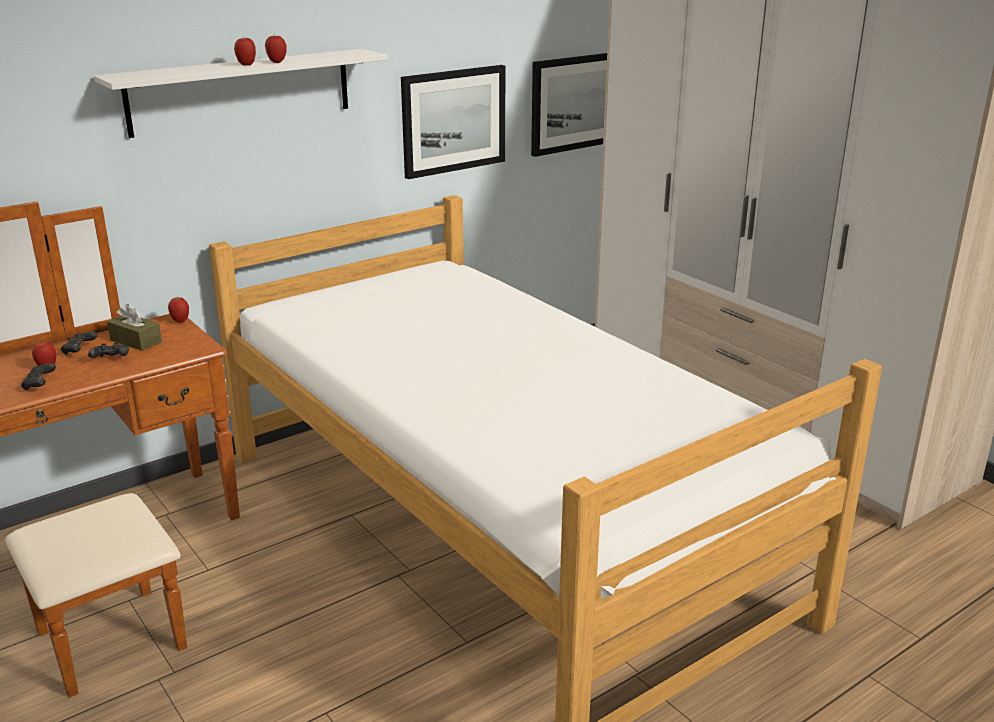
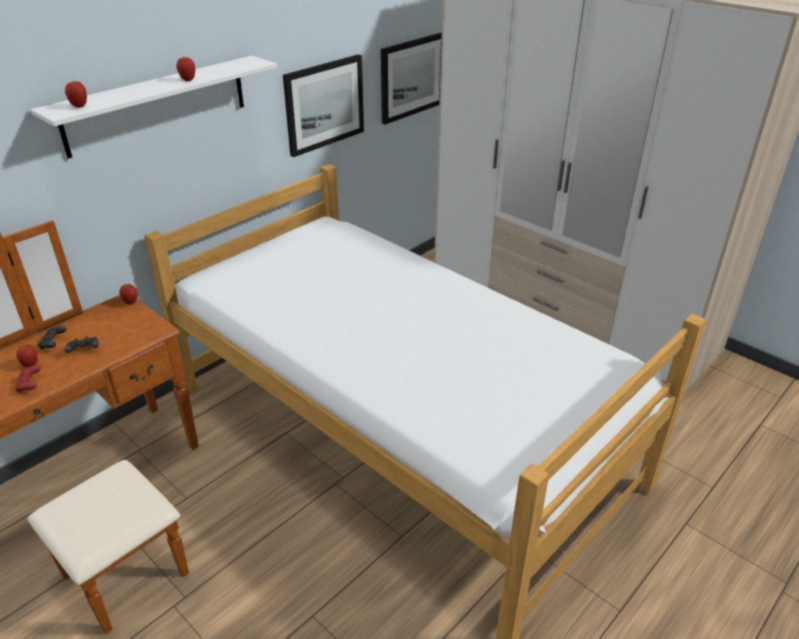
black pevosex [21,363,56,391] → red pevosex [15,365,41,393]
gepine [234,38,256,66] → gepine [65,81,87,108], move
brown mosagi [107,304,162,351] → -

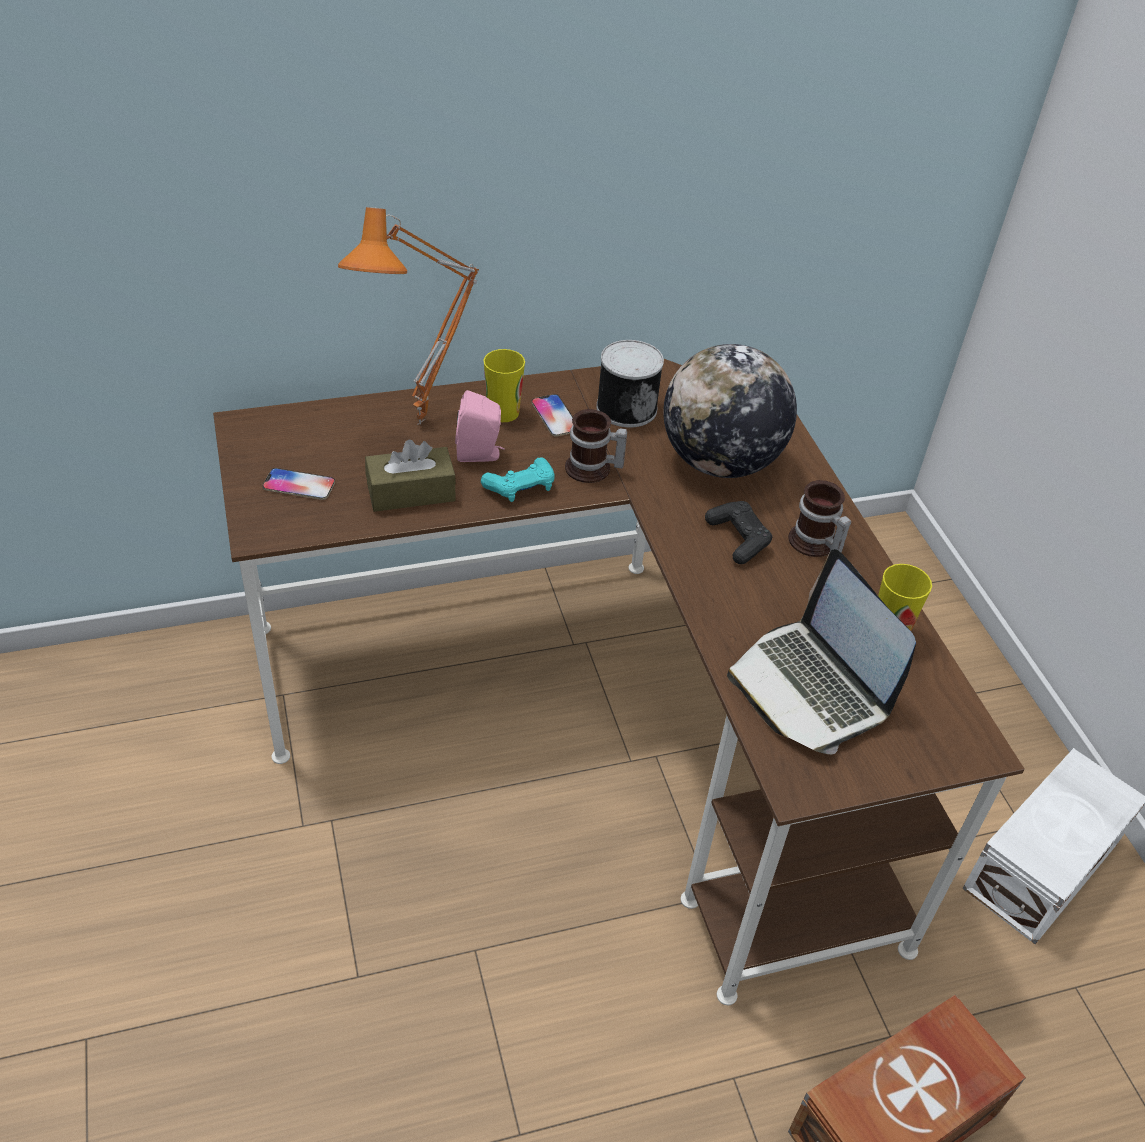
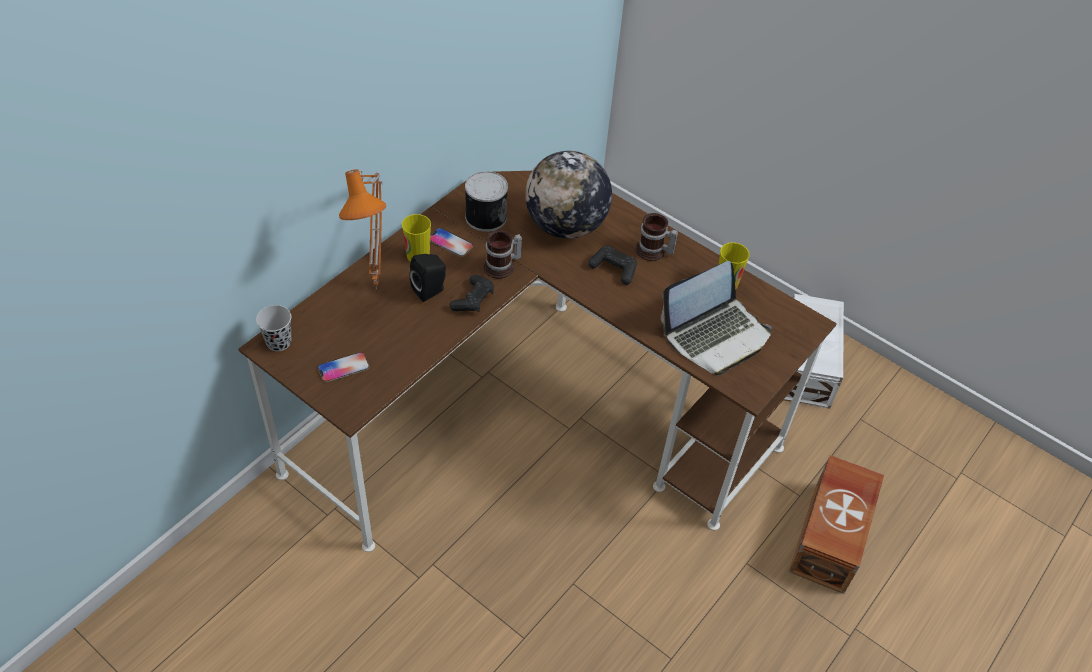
- → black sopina [256,305,291,351]
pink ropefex [455,390,505,462] → black ropefex [410,254,446,302]
turquoise pevosex [481,458,555,502] → black pevosex [449,275,494,312]
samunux [727,549,916,754] → samunux [661,261,772,375], 60 degrees counterclockwise
brown mosagi [365,439,456,512] → -

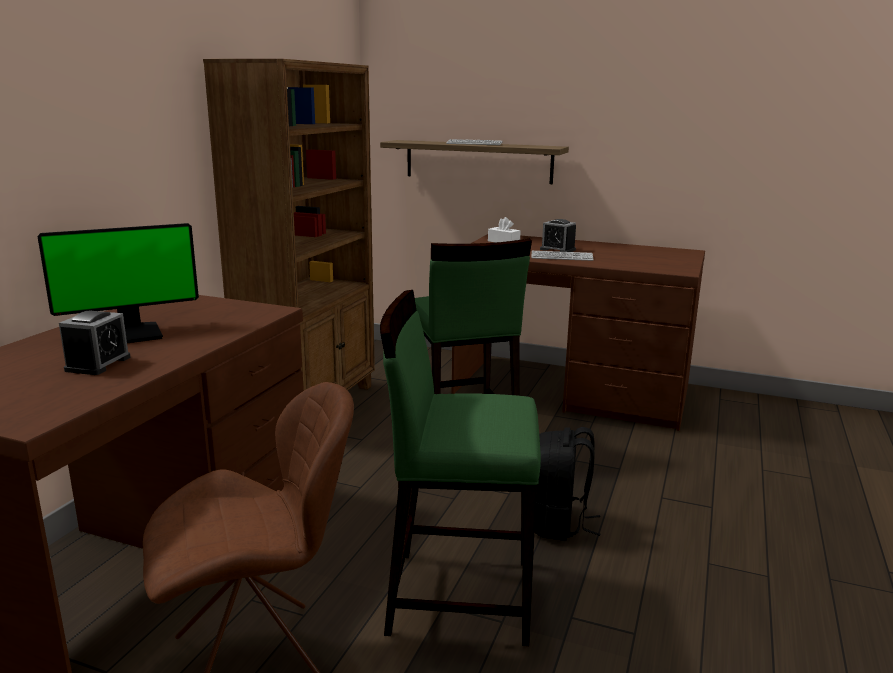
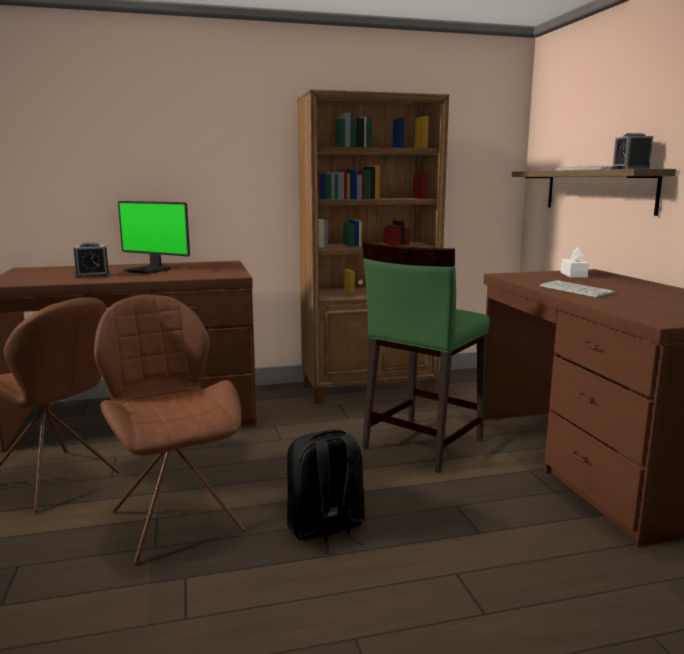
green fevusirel [380,290,541,646] → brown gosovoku [94,295,245,564]
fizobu [540,219,576,252] → fizobu [612,133,653,169], move

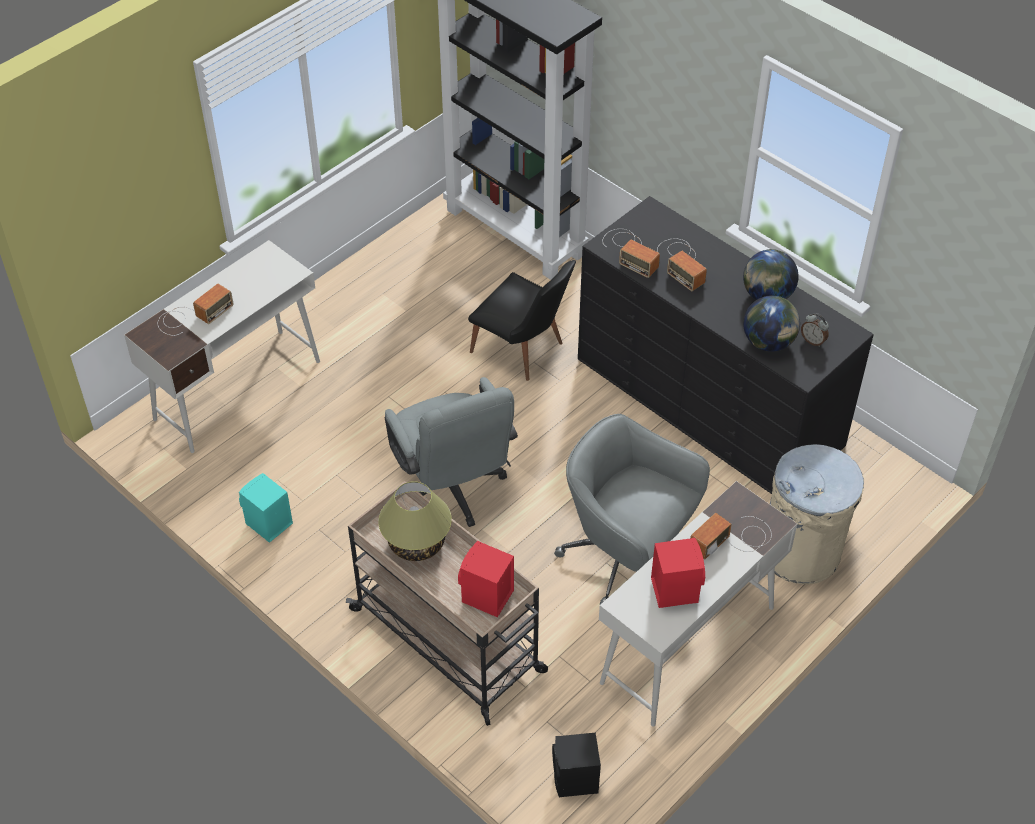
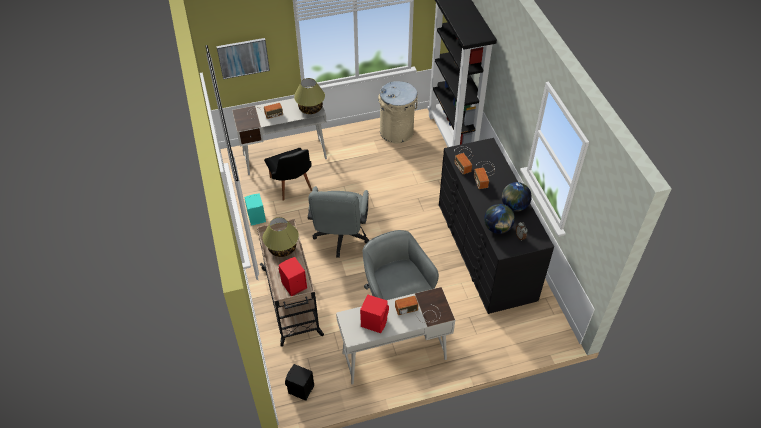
- → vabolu [216,38,270,79]
black gosovoku [468,260,576,381] → black gosovoku [264,148,312,201], move
- → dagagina [294,78,325,114]
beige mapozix [770,444,864,584] → beige mapozix [378,81,418,143], move

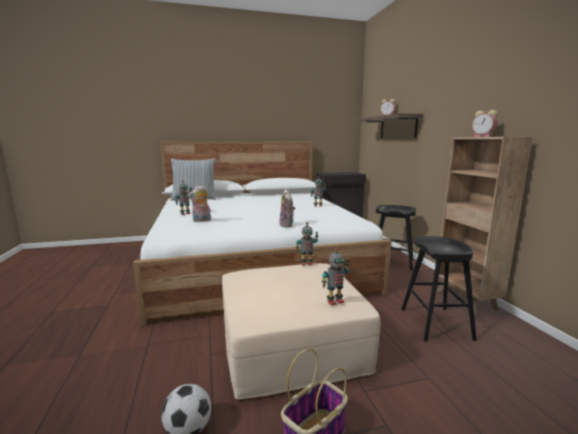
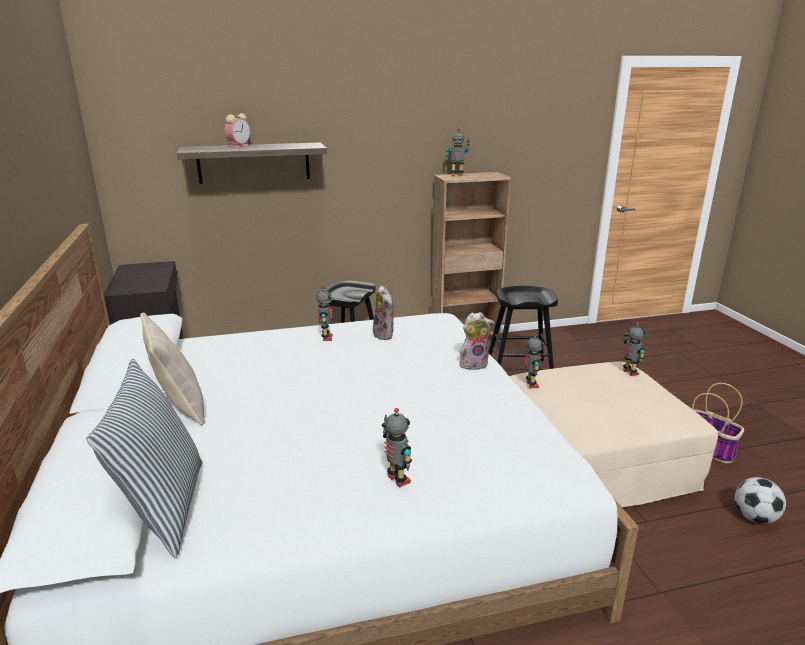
- → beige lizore [140,312,205,425]
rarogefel [188,185,211,222] → rarogefel [373,286,395,340], move
fizobu [472,110,498,137] → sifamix [446,129,470,176]

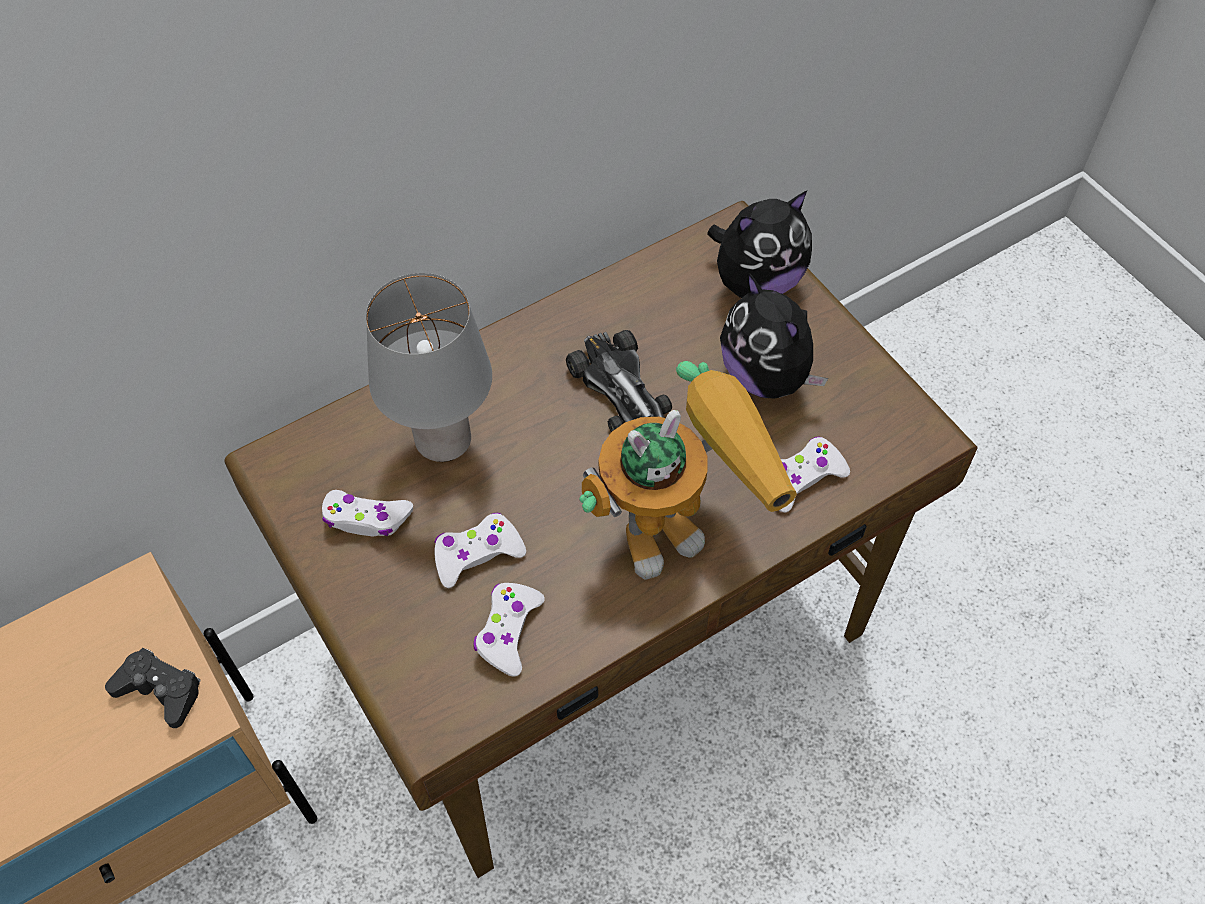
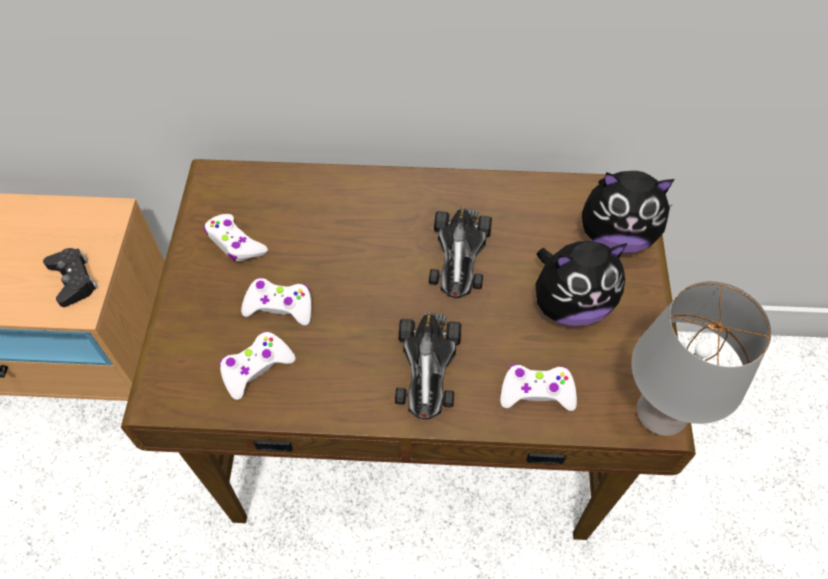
sifamix [580,361,797,580] → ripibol [395,312,461,419]
rarogefel [720,272,828,399] → rarogefel [535,241,628,326], 105 degrees counterclockwise
grey dagagina [366,273,492,462] → grey dagagina [631,281,772,436], move

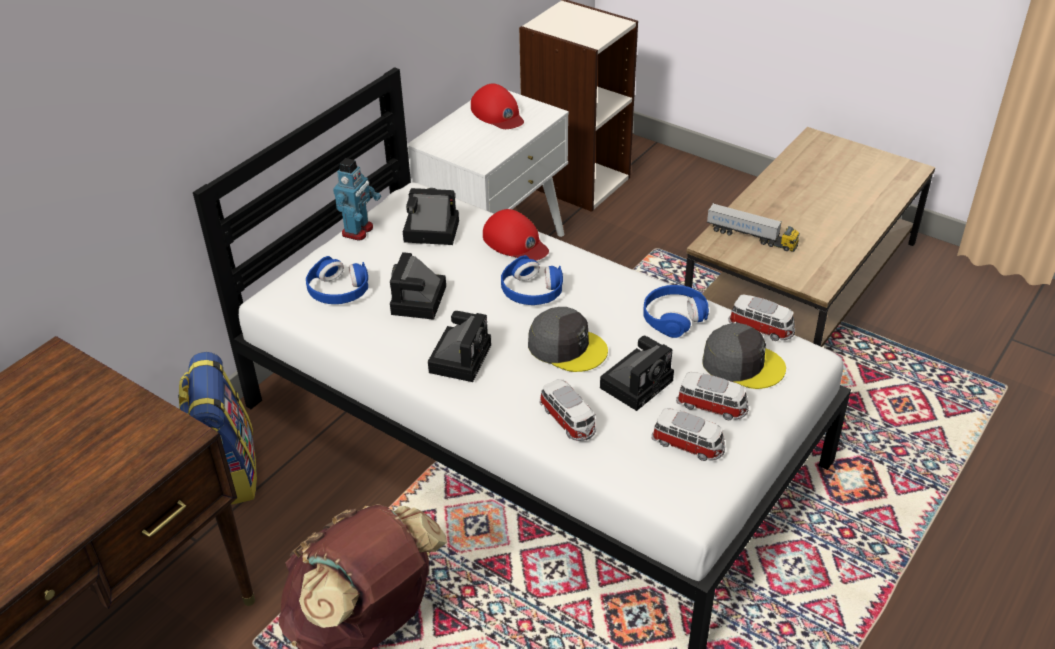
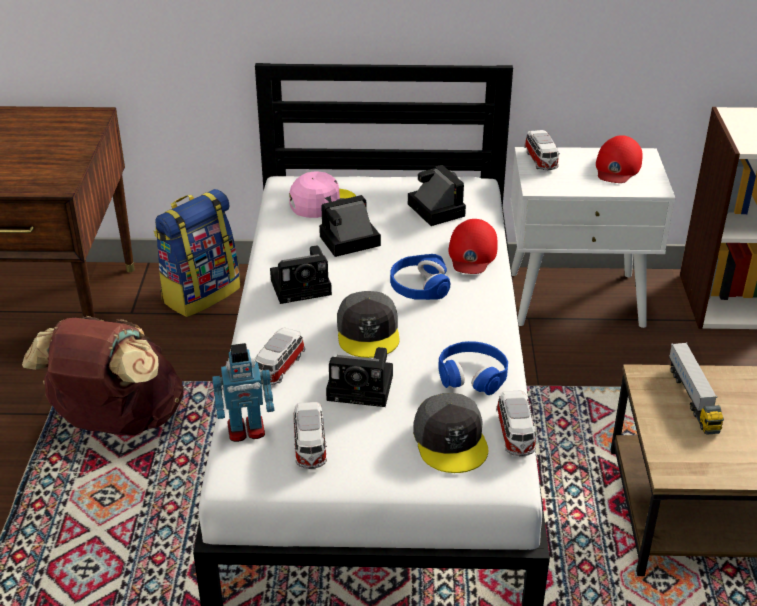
sifamix [333,158,381,241] → sifamix [212,343,274,442], move
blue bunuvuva [306,256,368,304] → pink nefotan [289,172,356,218]
ripibol [676,372,749,420] → ripibol [524,130,560,170], move

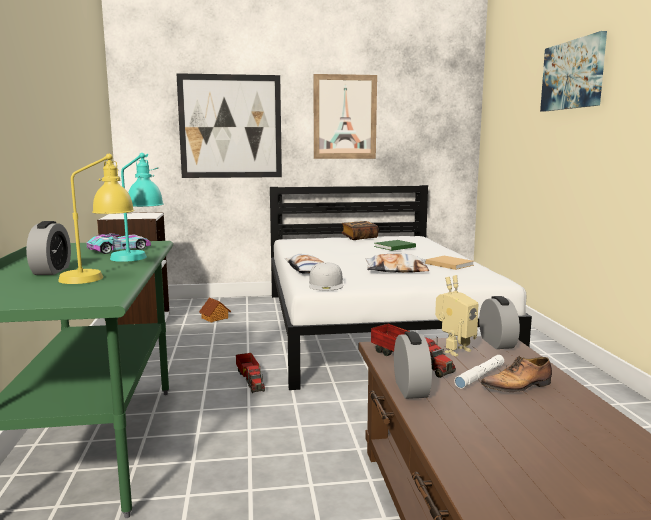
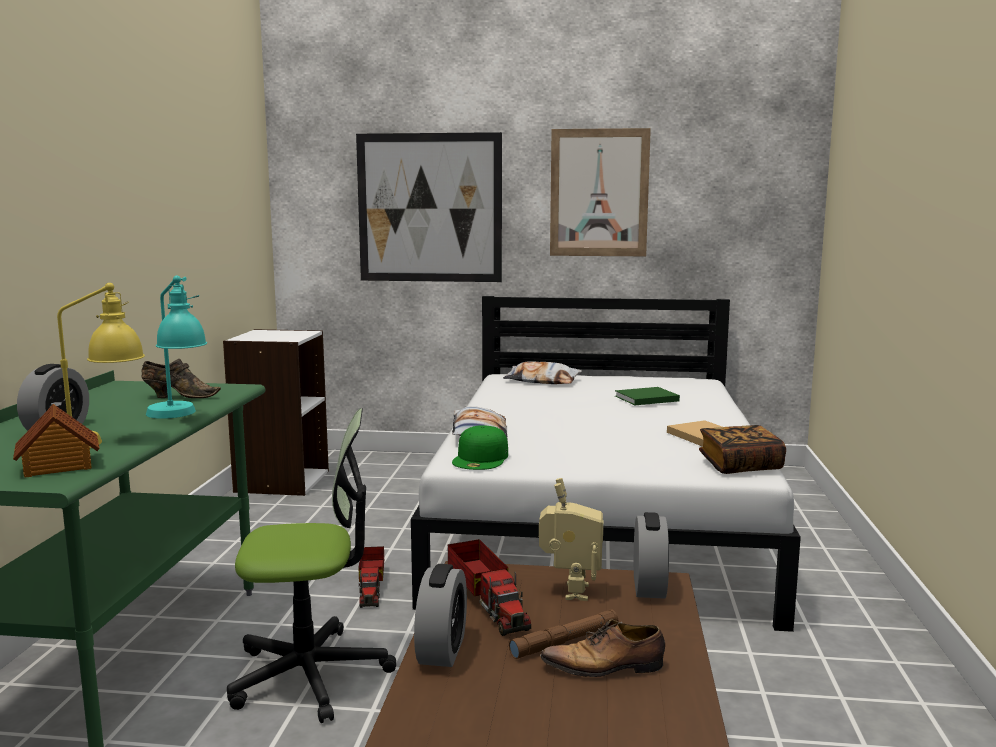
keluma [199,298,231,323] → keluma [13,404,100,478], move
ripibol [86,233,151,254] → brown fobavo [141,359,221,398]
- → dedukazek [227,408,396,723]
white nefotan [309,262,343,290] → green nefotan [452,426,508,470]
lizore [365,254,429,273] → lizore [503,362,582,384], move
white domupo [454,355,504,389] → brown domupo [509,609,618,659]
sifamix [435,275,478,356] → sifamix [539,478,603,601], 60 degrees counterclockwise
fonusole [342,221,379,240] → fonusole [699,425,786,474], move
vabolu [540,31,607,112] → -

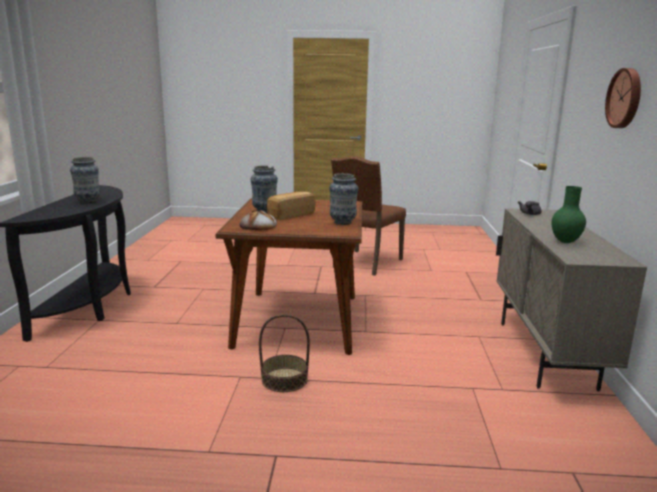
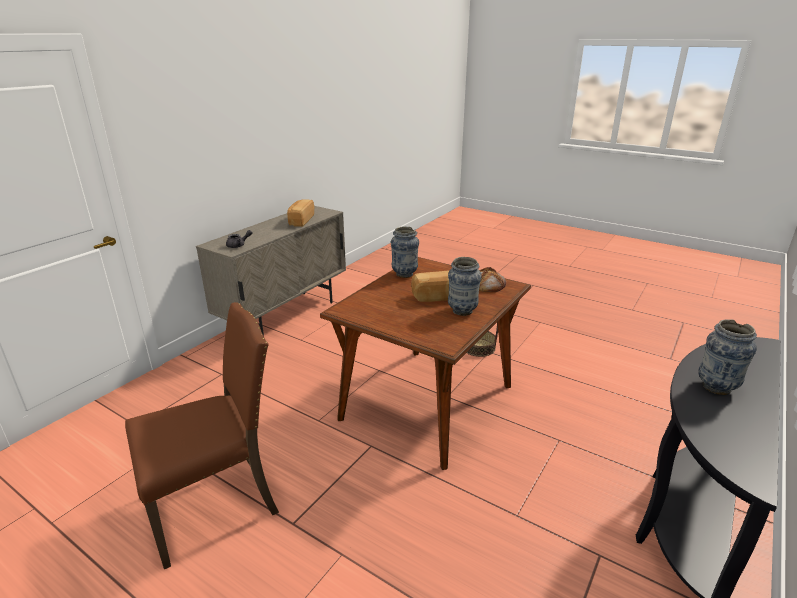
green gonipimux [552,186,586,243] → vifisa [287,199,314,227]
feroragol [605,68,641,128] → -

